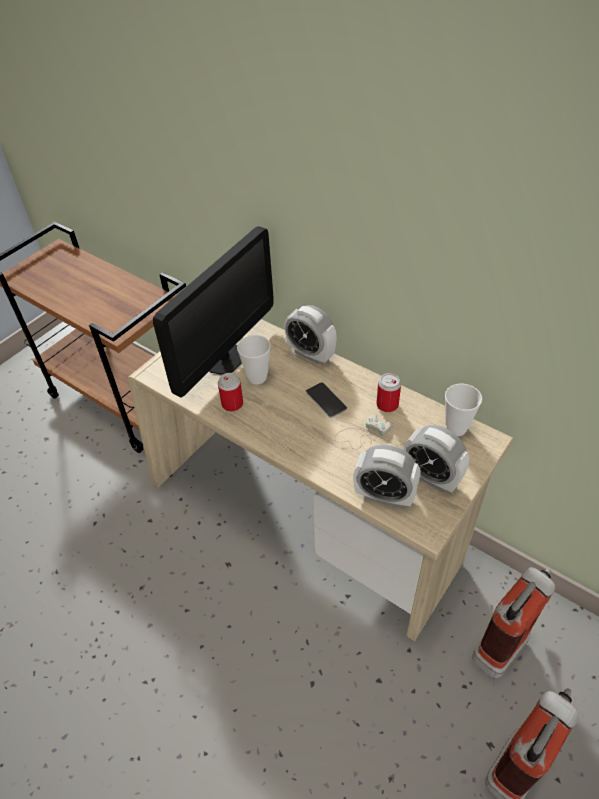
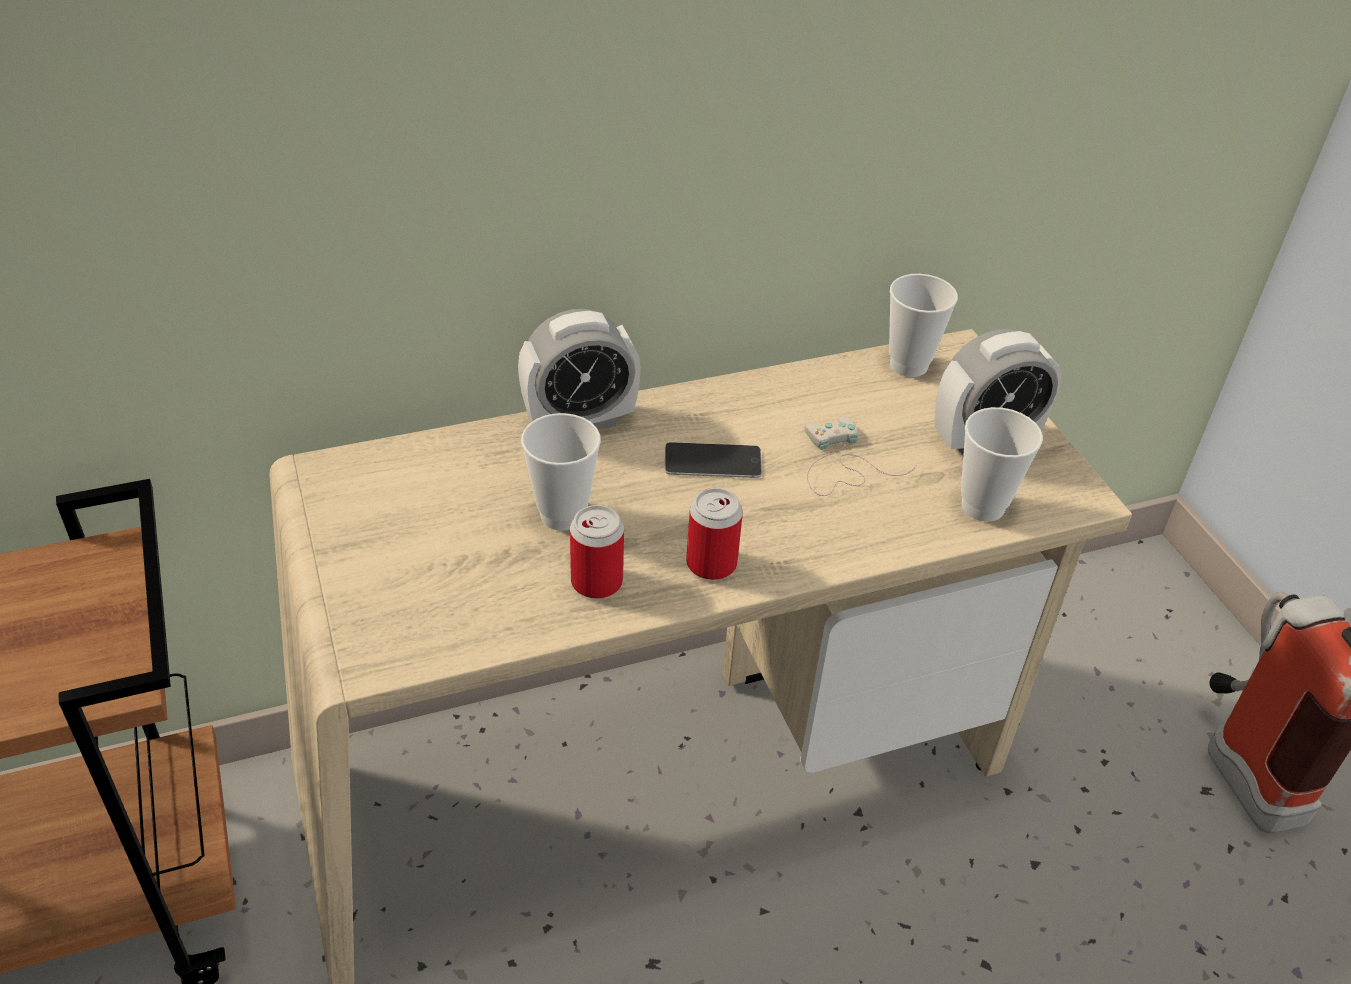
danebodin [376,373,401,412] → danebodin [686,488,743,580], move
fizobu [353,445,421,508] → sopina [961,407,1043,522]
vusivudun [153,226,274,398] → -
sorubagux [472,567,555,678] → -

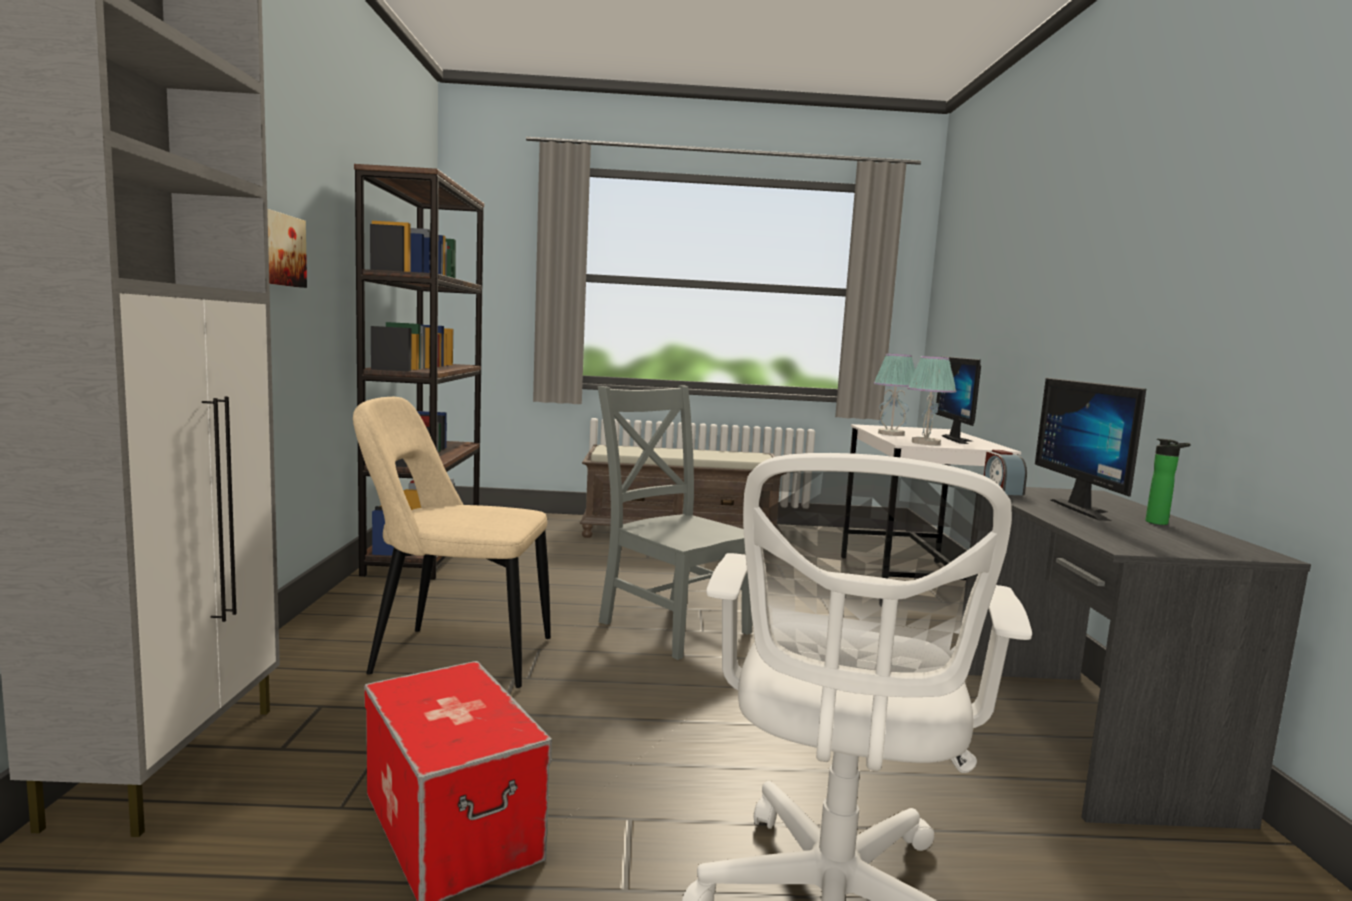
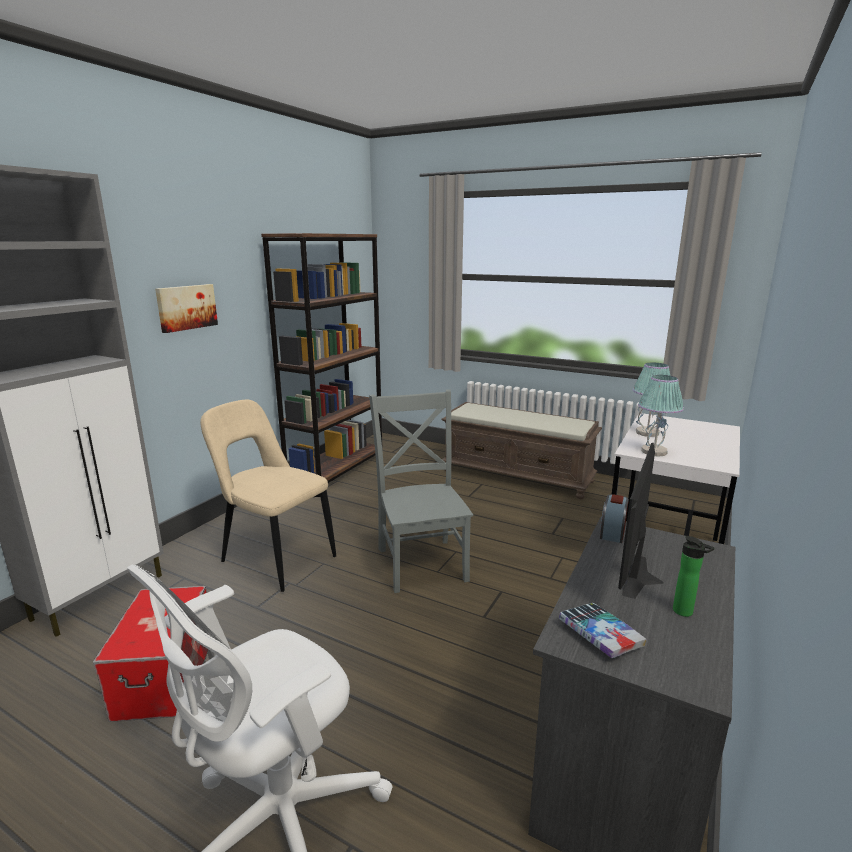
- → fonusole [559,603,647,658]
vusivudun [935,356,981,444] → -

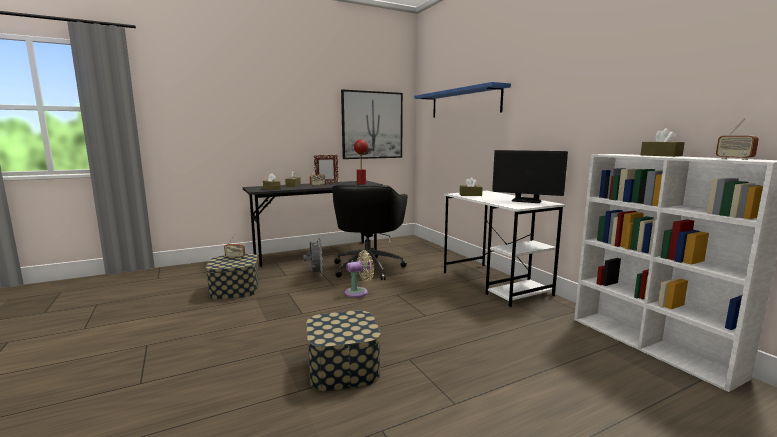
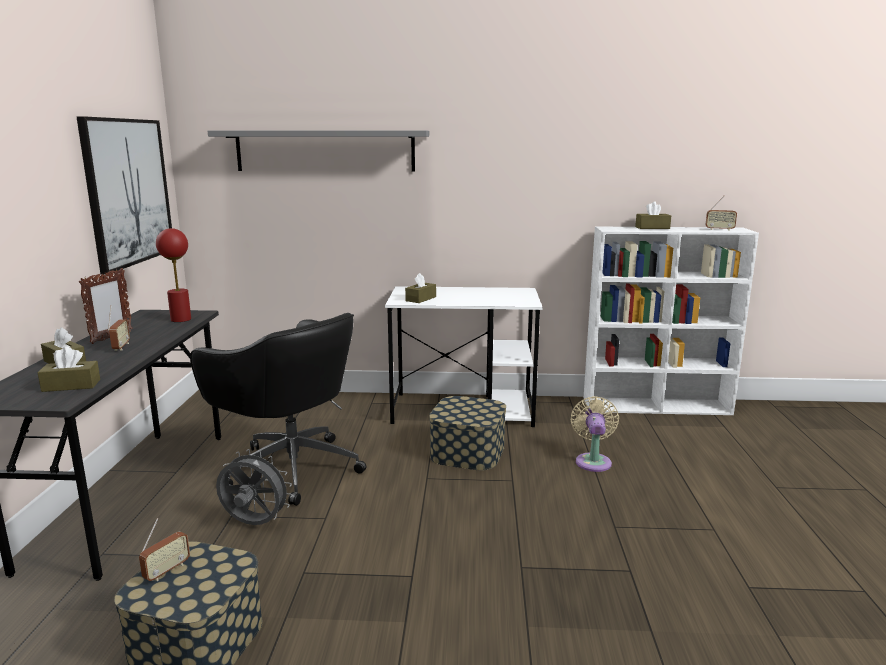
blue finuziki [414,82,511,118] → grey finuziki [208,130,429,172]
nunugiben [306,310,381,392] → nunugiben [429,396,506,470], move
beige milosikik [345,250,374,297] → beige milosikik [571,396,619,472], move
vusivudun [492,150,568,203] → -

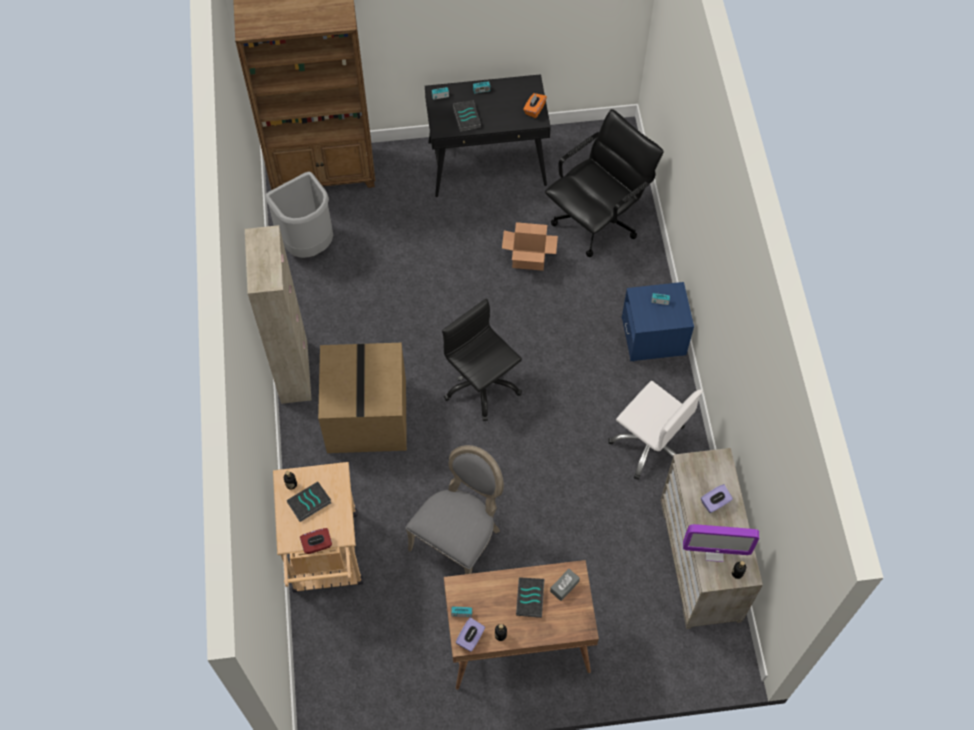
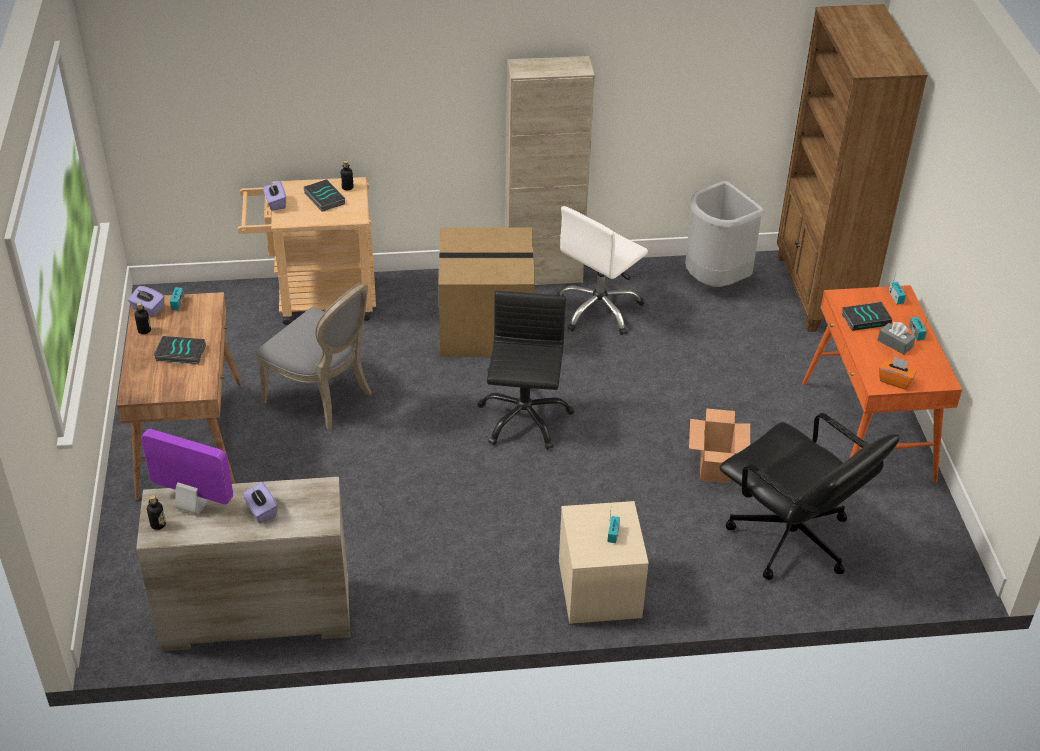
vusivudun [683,524,759,562] → vusivudun [141,429,233,515], 105 degrees clockwise
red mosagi [300,528,332,554] → purple mosagi [263,181,286,211]
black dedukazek [442,298,522,421] → black dedukazek [478,291,574,450], 45 degrees counterclockwise
white dedukazek [608,381,703,480] → white dedukazek [557,206,648,335], move
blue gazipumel [622,282,694,361] → beige gazipumel [559,501,649,624]
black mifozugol [425,74,551,197] → orange mifozugol [802,285,962,482]
grey mosagi [550,569,580,601] → grey mosagi [878,322,916,355], move

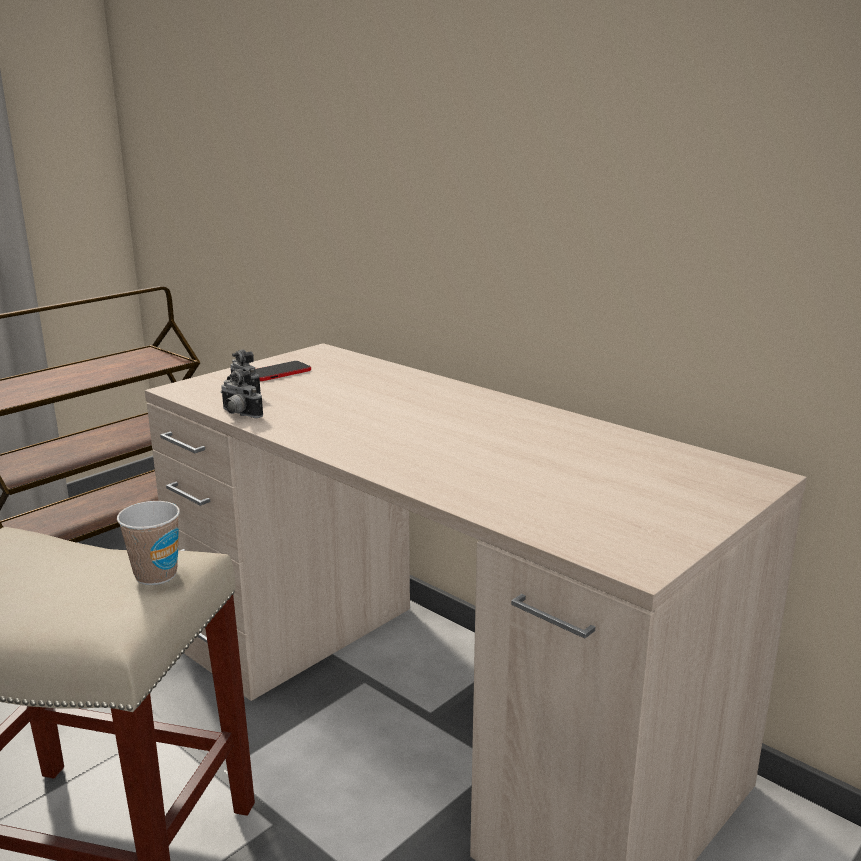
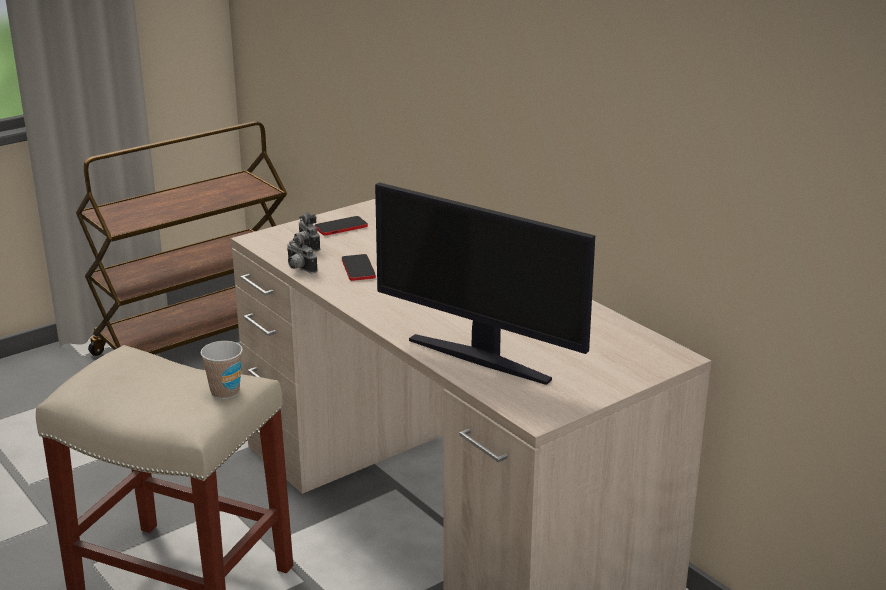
- → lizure [342,254,376,281]
- → vusivudun [375,182,595,385]

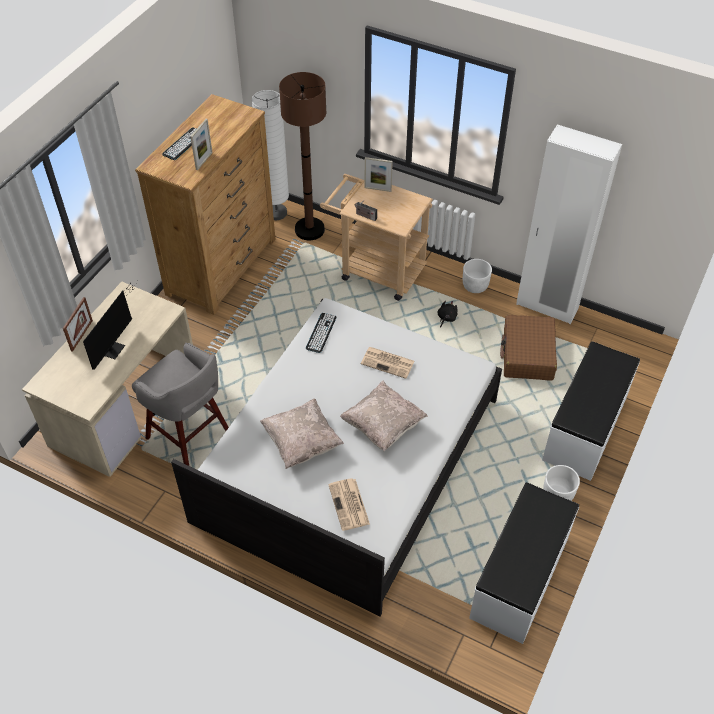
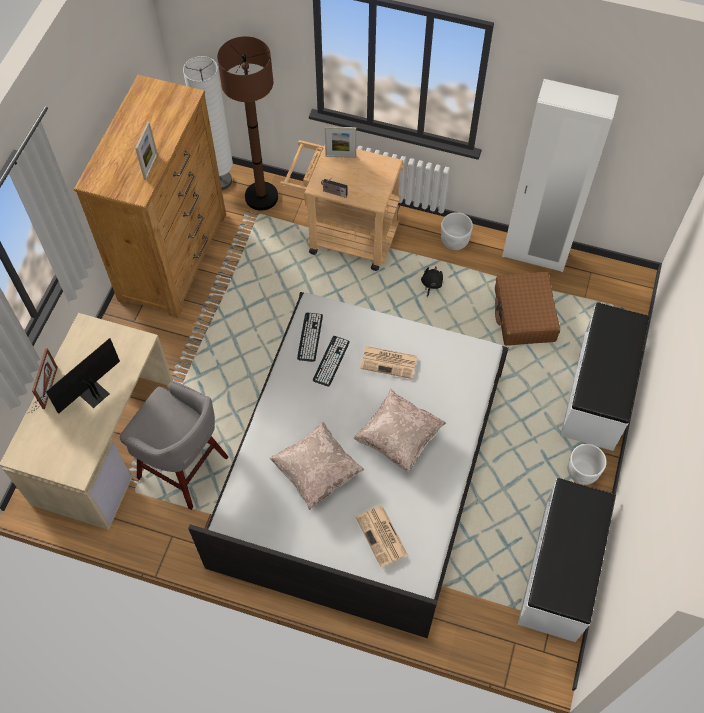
vusivudun [83,283,135,370] → vusivudun [29,338,120,413], 150 degrees counterclockwise
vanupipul [162,127,196,160] → vanupipul [313,336,350,386], move

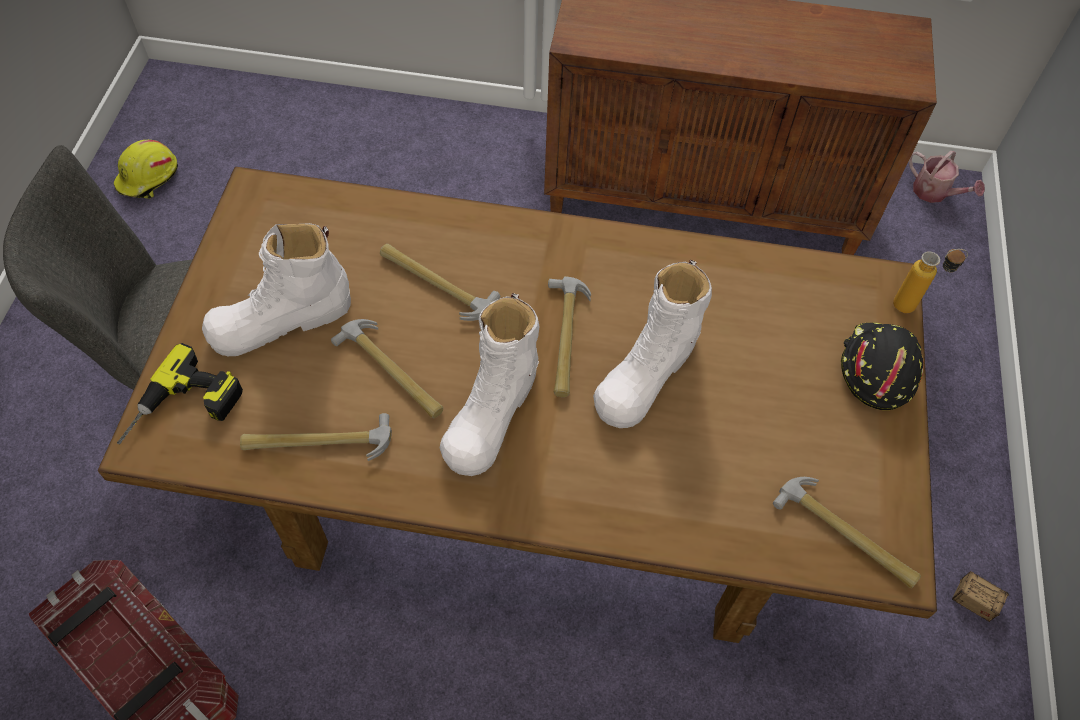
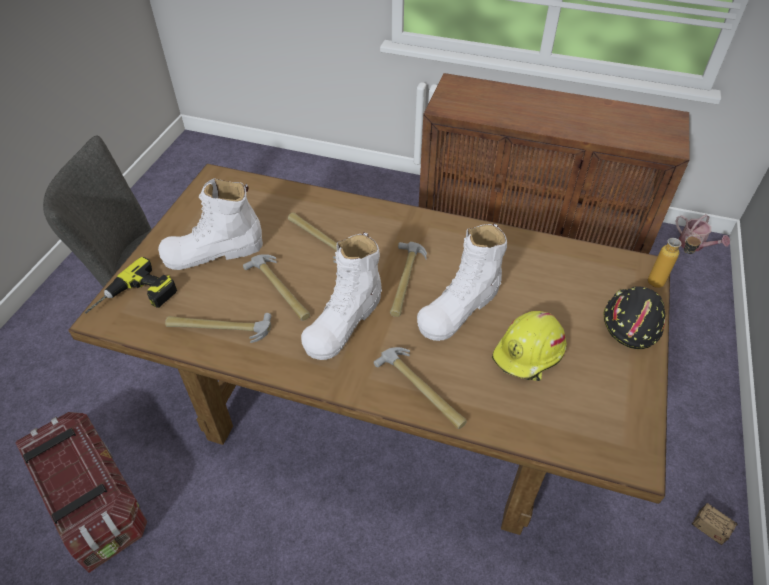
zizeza [773,477,921,588] → zizeza [374,347,467,429], move
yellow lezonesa [114,140,178,199] → yellow lezonesa [492,311,567,381], move

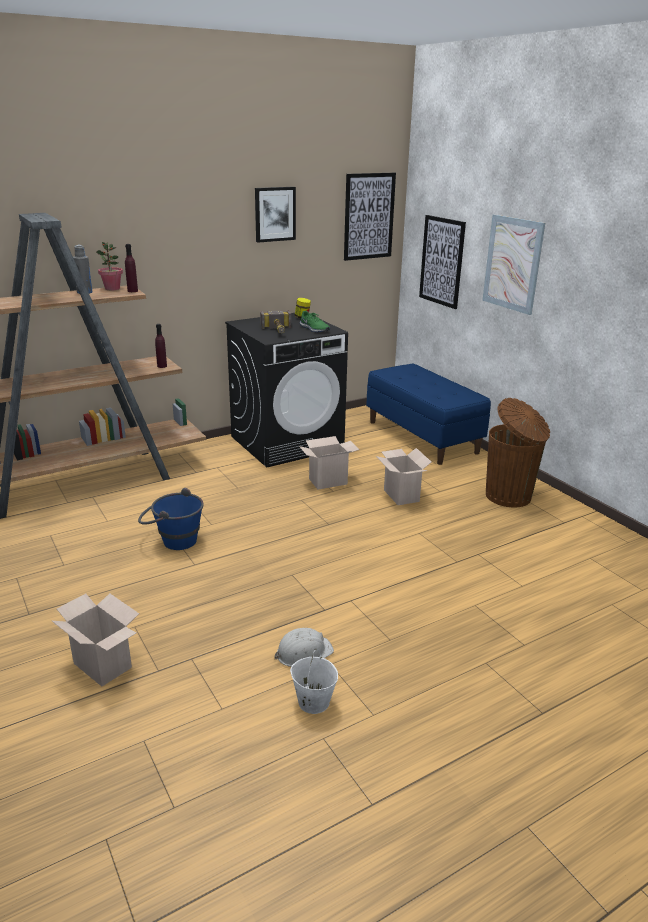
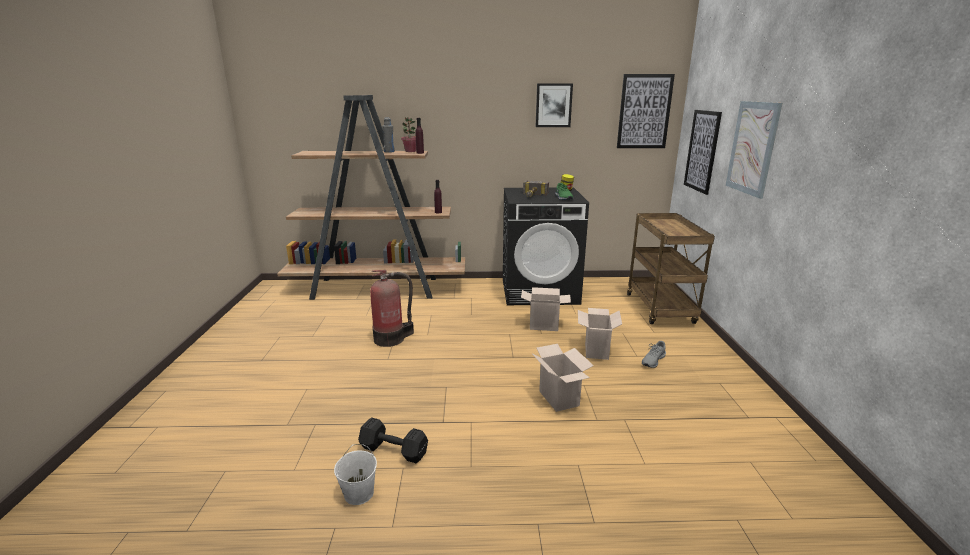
white lezonesa [274,628,334,667] → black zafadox [358,417,428,463]
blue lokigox [138,488,204,550] → sorubagux [370,270,414,347]
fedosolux [52,594,139,687] → fedosolux [533,344,594,412], move
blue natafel [366,363,491,465] → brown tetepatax [627,213,715,324]
- → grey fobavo [642,341,666,368]
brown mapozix [486,398,550,507] → -

